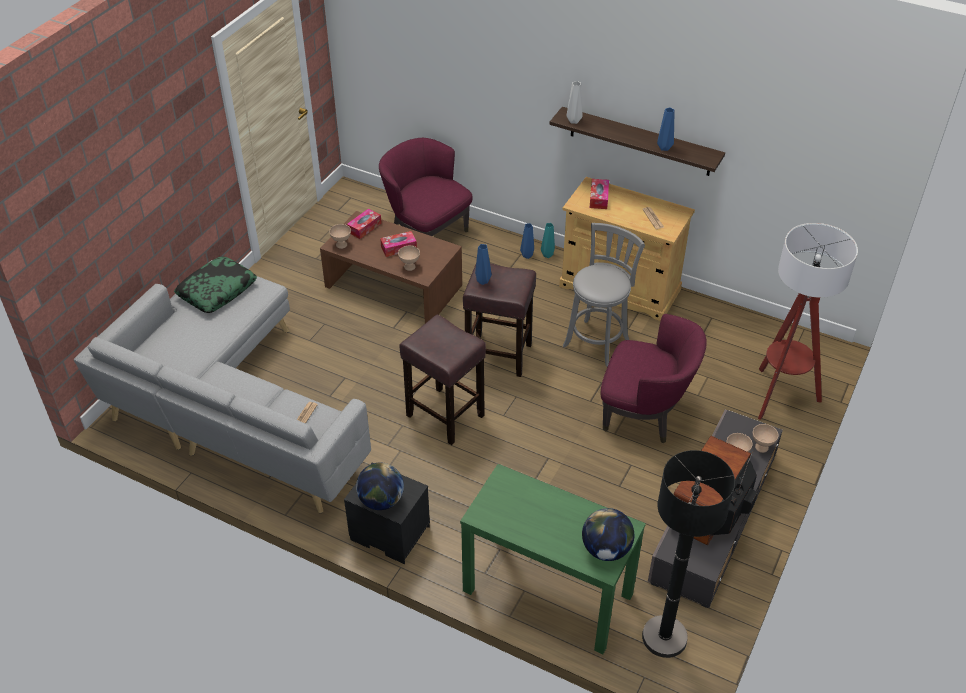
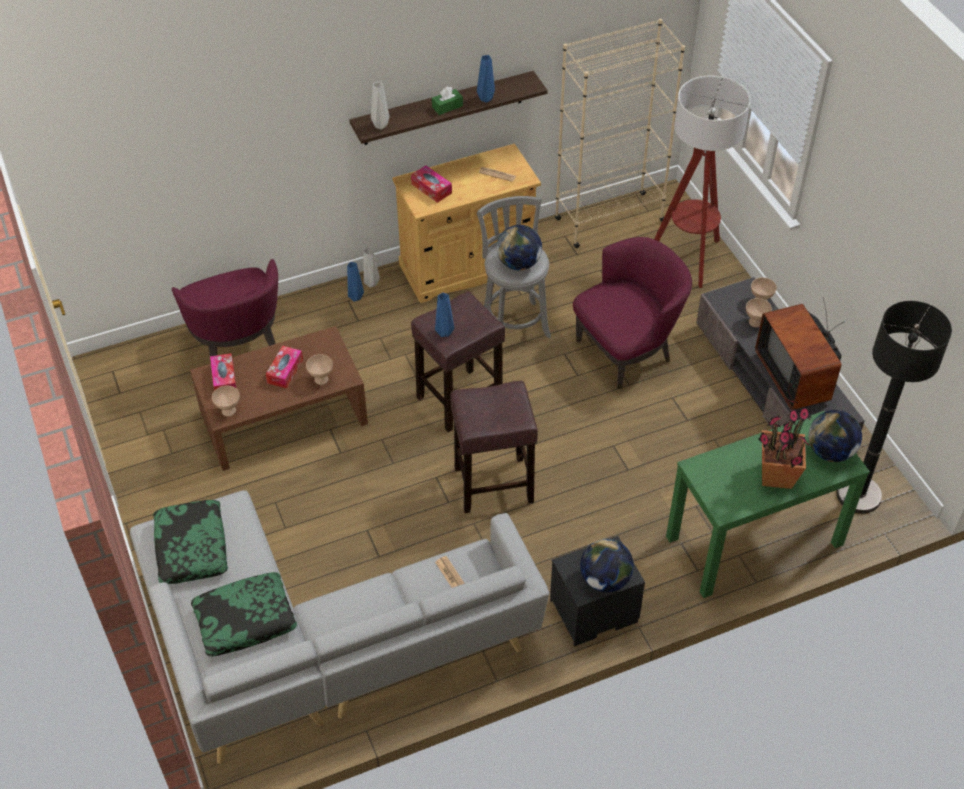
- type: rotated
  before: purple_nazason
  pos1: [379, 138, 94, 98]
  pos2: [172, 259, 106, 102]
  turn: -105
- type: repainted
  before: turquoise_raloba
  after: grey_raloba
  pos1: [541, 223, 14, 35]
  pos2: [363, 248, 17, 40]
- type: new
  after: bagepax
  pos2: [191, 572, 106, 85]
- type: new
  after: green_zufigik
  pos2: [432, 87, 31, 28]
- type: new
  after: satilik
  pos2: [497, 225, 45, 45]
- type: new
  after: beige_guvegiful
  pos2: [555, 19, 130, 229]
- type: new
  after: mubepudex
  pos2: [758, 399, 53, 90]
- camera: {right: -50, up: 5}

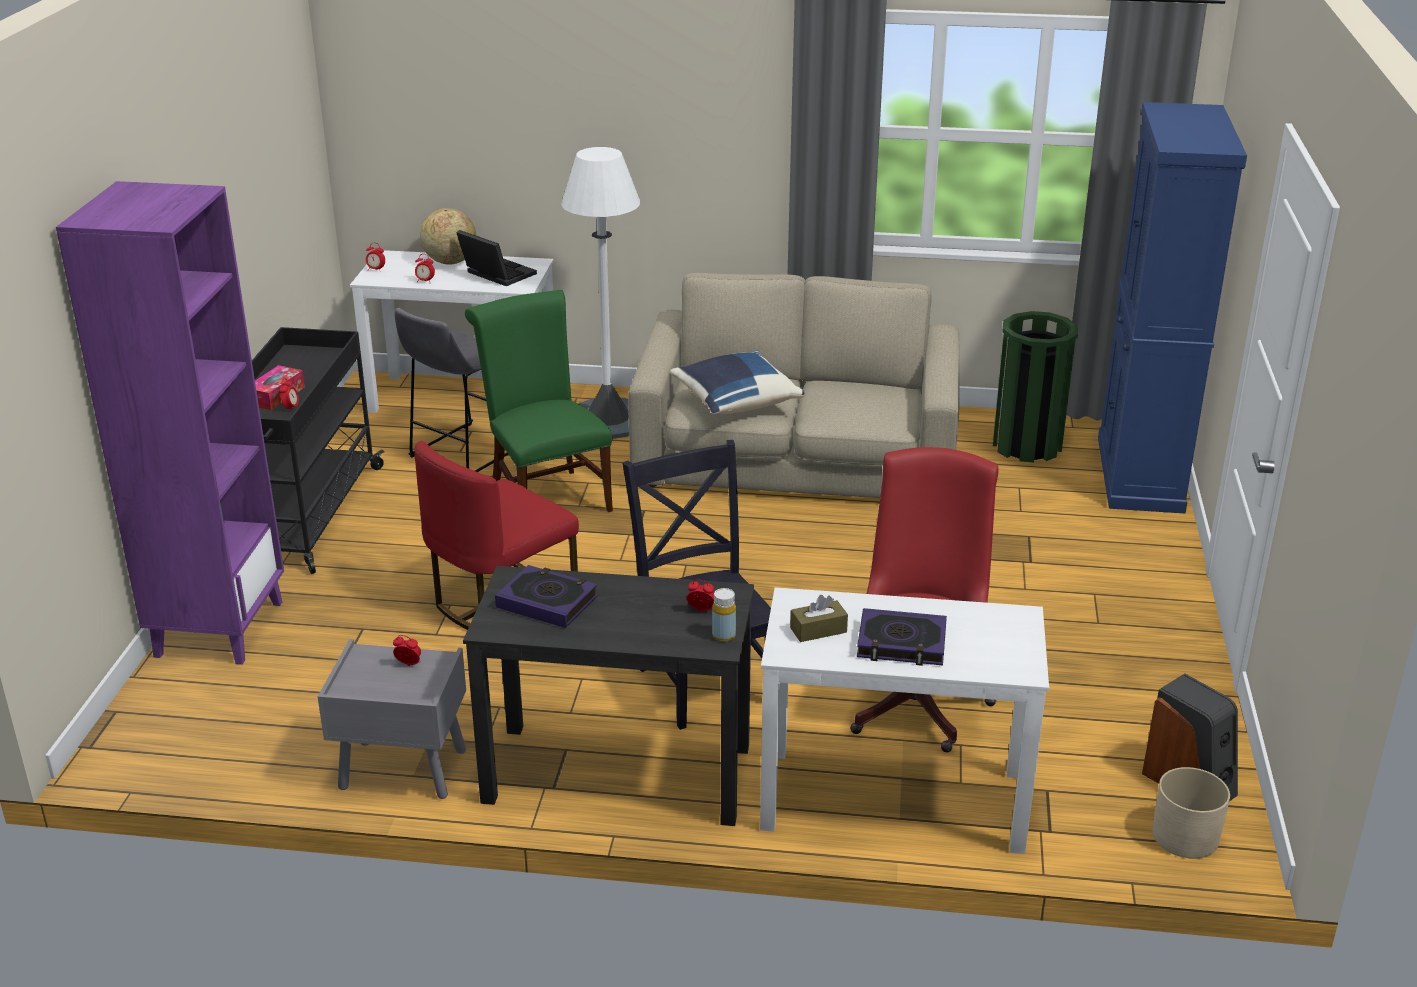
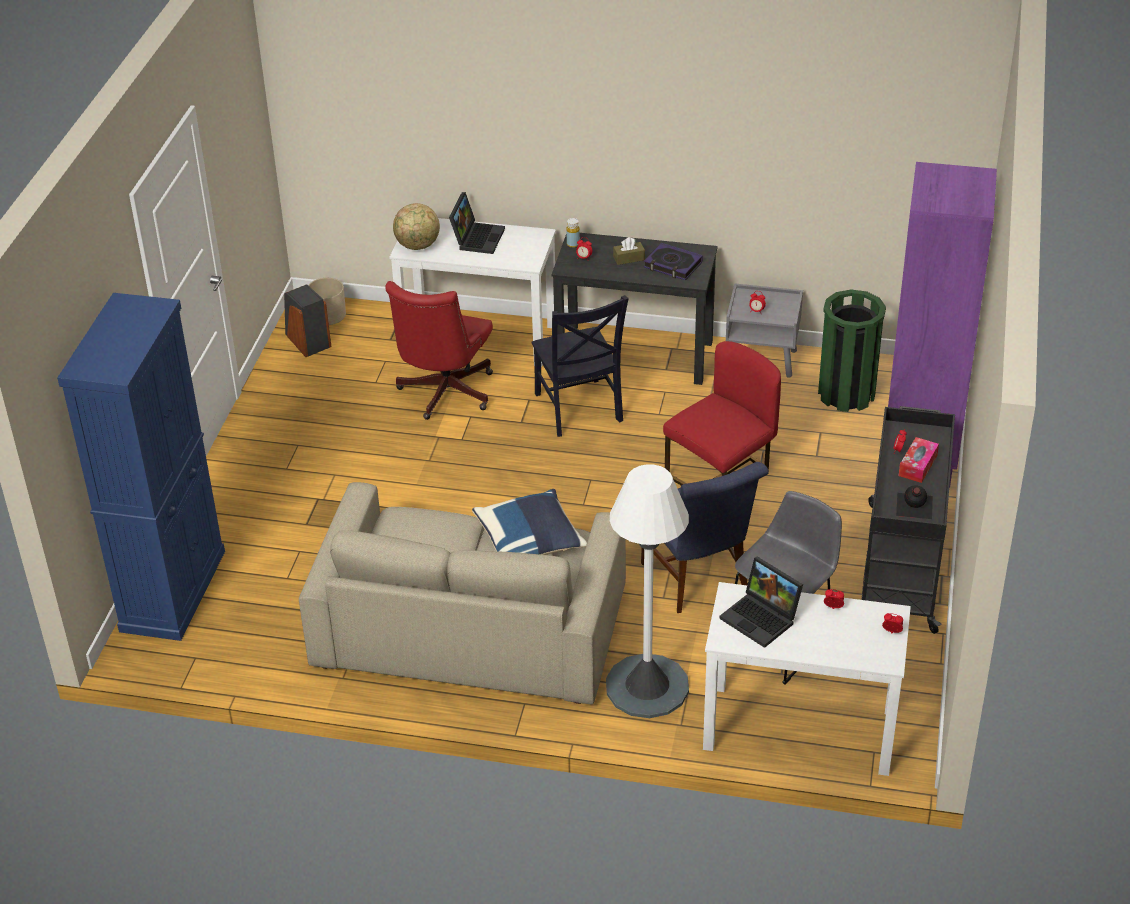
- type: shifted
  before: satilik
  pos1: [420, 208, 56, 57]
  pos2: [393, 203, 47, 47]
- type: repainted
  before: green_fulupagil
  after: blue_fulupagil
  pos1: [465, 290, 148, 222]
  pos2: [641, 462, 128, 151]
- type: shifted
  before: brown_zufigik
  pos1: [790, 595, 58, 47]
  pos2: [613, 237, 32, 28]
- type: swapped
  before: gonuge
  after: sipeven
  pos1: [857, 608, 90, 58]
  pos2: [449, 192, 56, 62]
- type: shifted
  before: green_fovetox
  pos1: [993, 311, 85, 151]
  pos2: [818, 290, 68, 122]
- type: new
  after: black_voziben
  pos2: [896, 485, 37, 34]
- camera: {right: -175, up: 10}

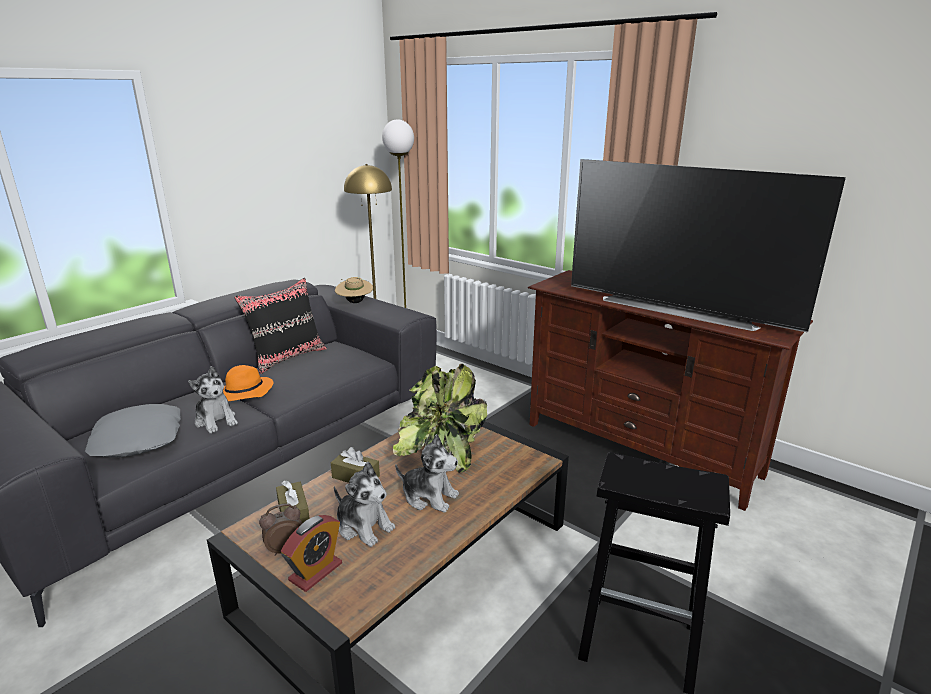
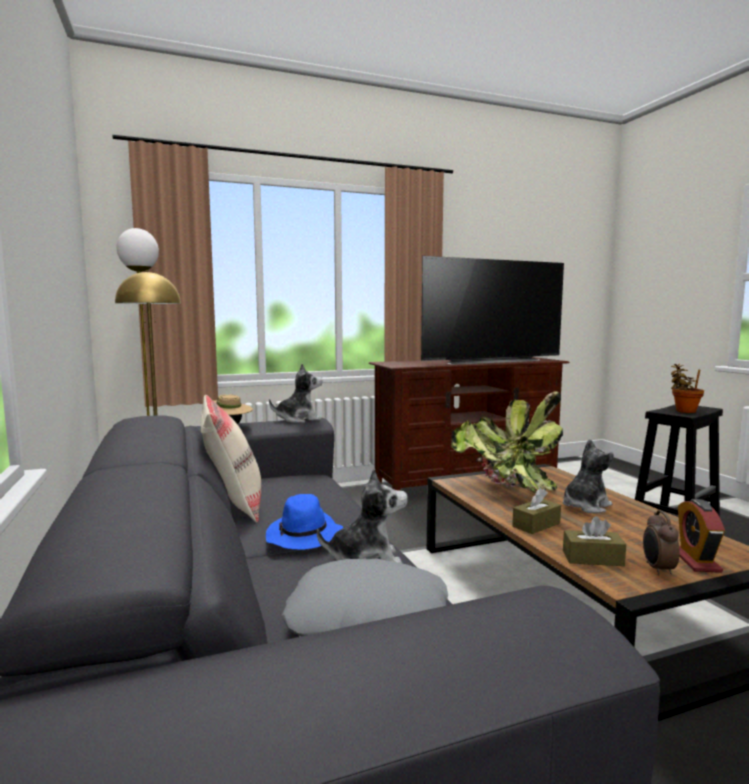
- type: repainted
  before: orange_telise
  after: blue_telise
  pos1: [223, 365, 51, 36]
  pos2: [266, 494, 77, 56]
- type: repainted
  before: black_bagepax
  after: beige_bagepax
  pos1: [234, 278, 93, 96]
  pos2: [200, 395, 61, 128]
- type: rotated
  before: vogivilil
  pos1: [281, 515, 61, 77]
  pos2: [678, 499, 47, 74]
  turn: -150
- type: shifted
  before: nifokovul
  pos1: [334, 462, 61, 85]
  pos2: [269, 364, 54, 59]
- type: new
  after: mubepudex
  pos2: [671, 364, 33, 49]
- camera: {right: -60, up: -15}

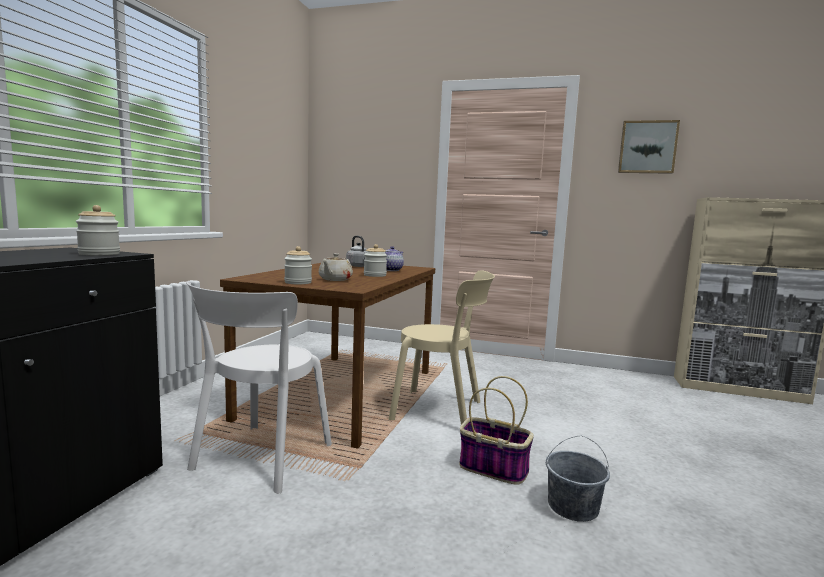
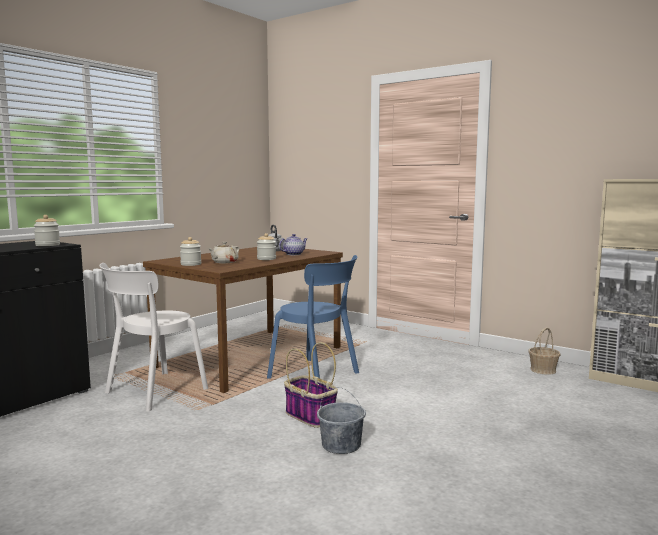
- type: repainted
  before: beige_fulupagil
  after: blue_fulupagil
  pos1: [389, 270, 106, 155]
  pos2: [267, 255, 92, 124]
- type: gone
  before: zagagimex
  pos1: [618, 120, 62, 54]
- type: new
  after: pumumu
  pos2: [528, 327, 33, 48]
- camera: {right: 20, up: 0}

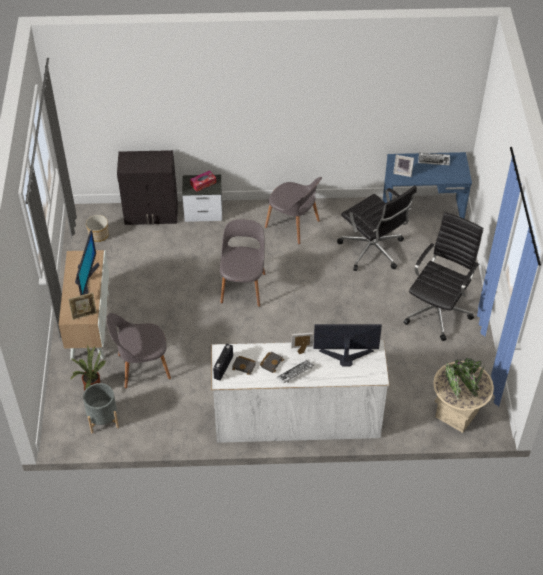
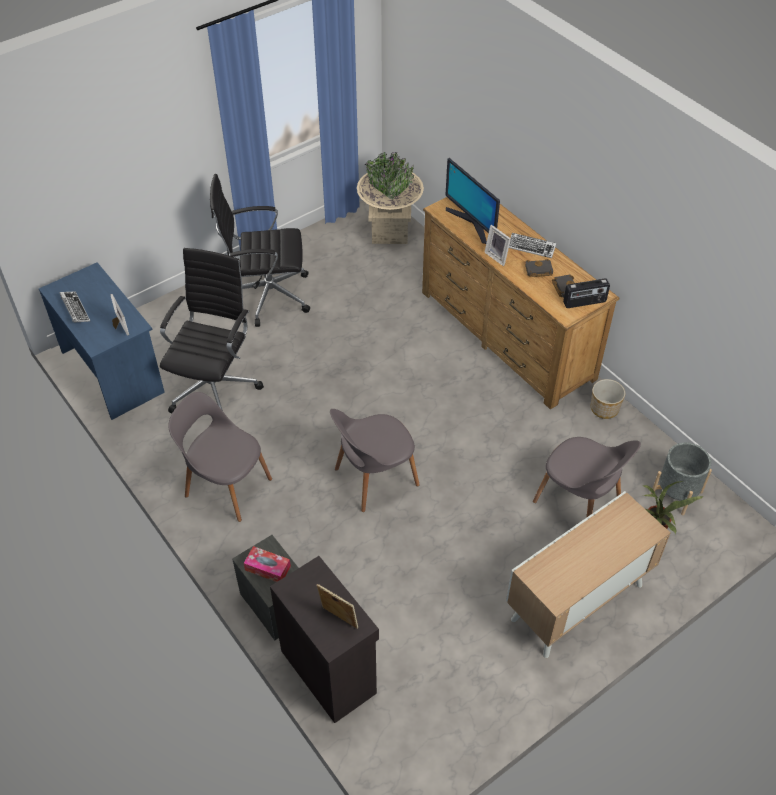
- type: shifted
  before: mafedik
  pos1: [68, 292, 29, 28]
  pos2: [317, 584, 41, 45]
- type: gone
  before: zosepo
  pos1: [75, 230, 24, 65]
- type: shifted
  before: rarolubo
  pos1: [86, 215, 23, 27]
  pos2: [591, 379, 34, 40]
- type: repainted
  before: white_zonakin
  after: brown_zonakin
  pos1: [212, 340, 177, 103]
  pos2: [422, 197, 198, 213]
- type: rotated
  before: grey_fulupagil
  pos1: [265, 177, 57, 67]
  pos2: [168, 392, 104, 130]
  turn: -60
- camera: {right: -125, up: 0}

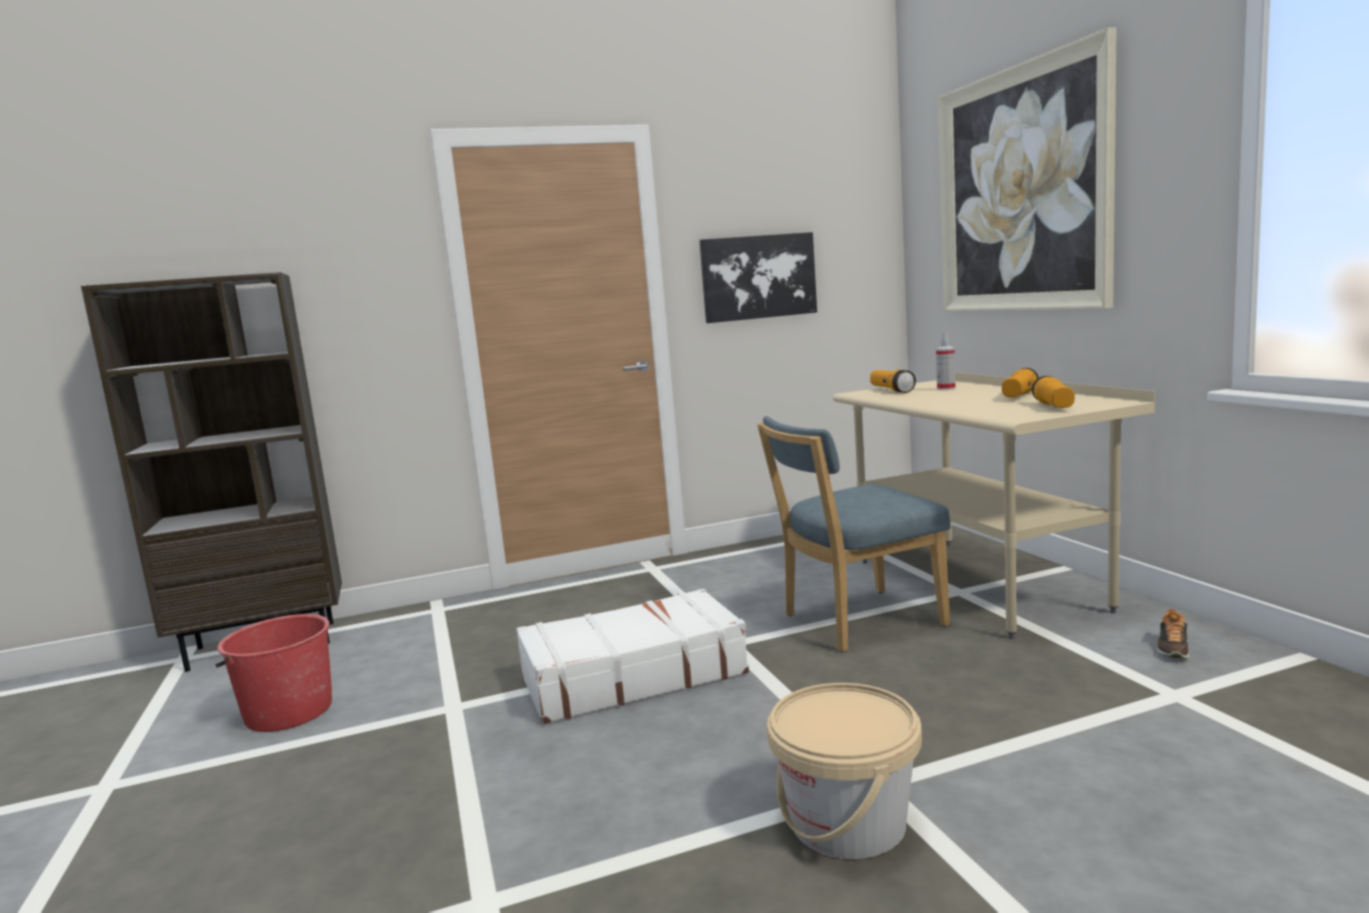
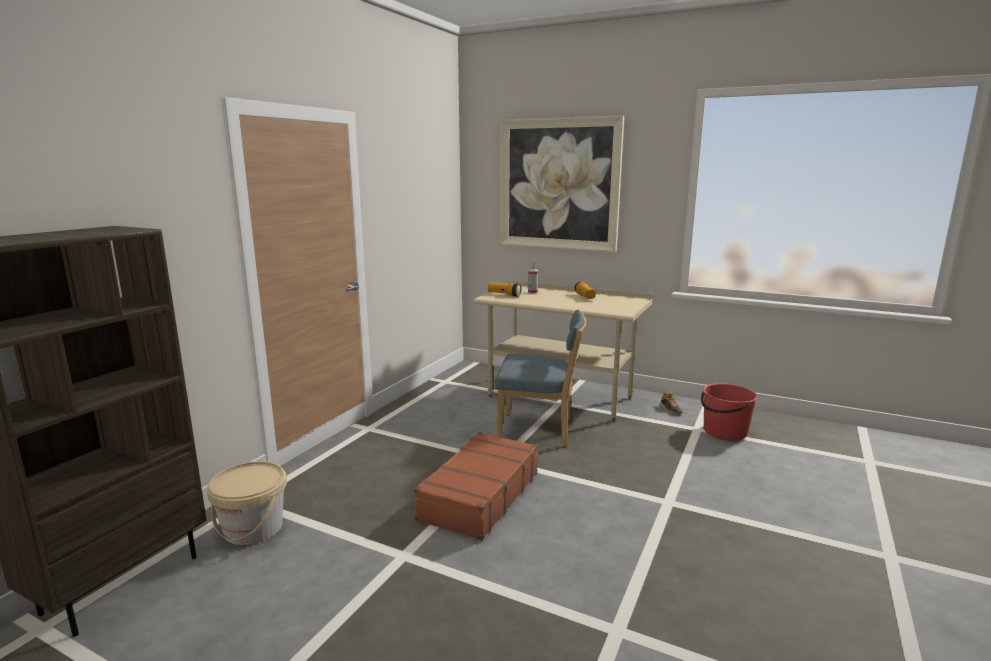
- type: shifted
  before: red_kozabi
  pos1: [215, 614, 117, 118]
  pos2: [701, 383, 57, 58]
- type: repainted
  before: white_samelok
  after: brown_samelok
  pos1: [516, 588, 233, 136]
  pos2: [414, 432, 124, 108]
- type: gone
  before: zagagimex
  pos1: [700, 232, 117, 91]
- type: rotated
  before: blue_fulupagil
  pos1: [757, 416, 194, 236]
  pos2: [495, 309, 91, 137]
  turn: -105
- type: shifted
  before: beige_kozabi
  pos1: [767, 683, 155, 176]
  pos2: [207, 461, 80, 84]
- type: gone
  before: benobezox
  pos1: [1032, 376, 43, 32]
- camera: {right: -45, up: 5}

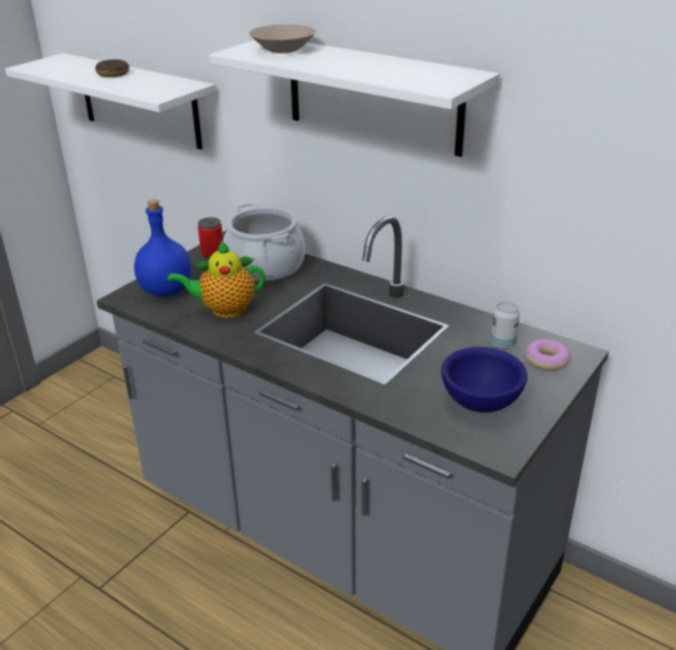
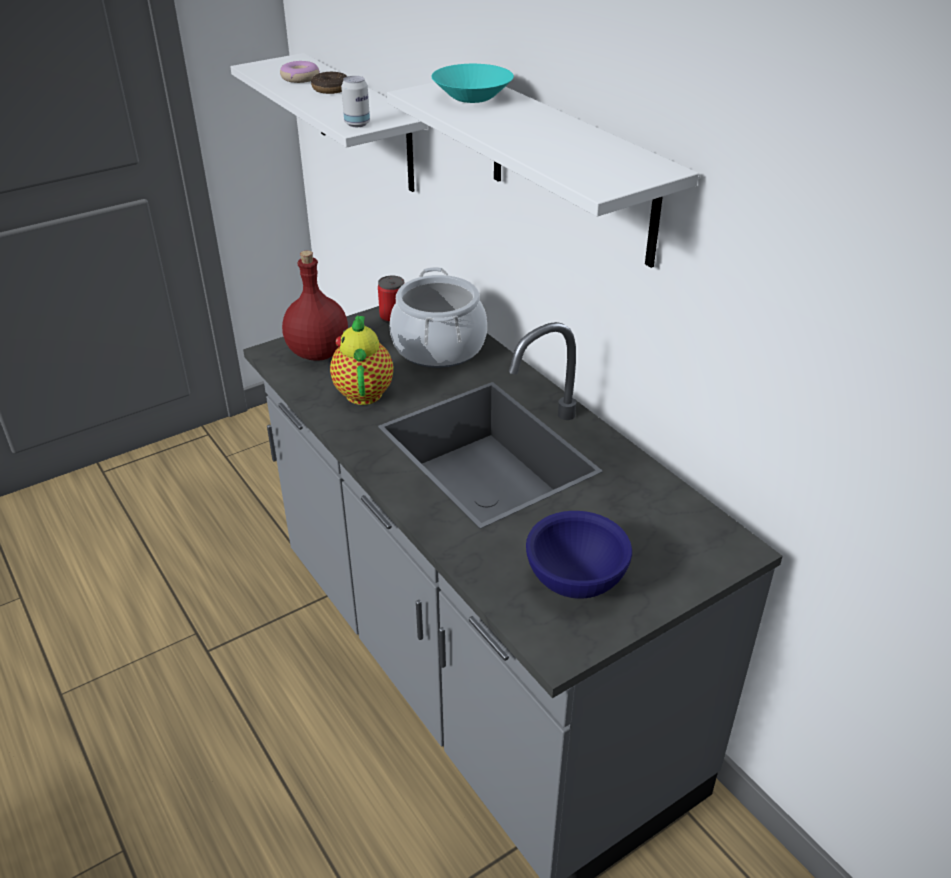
- type: repainted
  before: blue_voziben
  after: red_voziben
  pos1: [134, 199, 57, 97]
  pos2: [282, 251, 66, 110]
- type: rotated
  before: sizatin
  pos1: [168, 241, 97, 77]
  pos2: [330, 315, 64, 90]
  turn: 75
- type: repainted
  before: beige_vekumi
  after: turquoise_vekumi
  pos1: [249, 24, 67, 29]
  pos2: [431, 64, 83, 39]
- type: shifted
  before: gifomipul
  pos1: [491, 302, 29, 47]
  pos2: [341, 76, 29, 51]
- type: shifted
  before: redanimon
  pos1: [525, 339, 45, 32]
  pos2: [280, 61, 40, 22]
- camera: {right: 20, up: 5}

